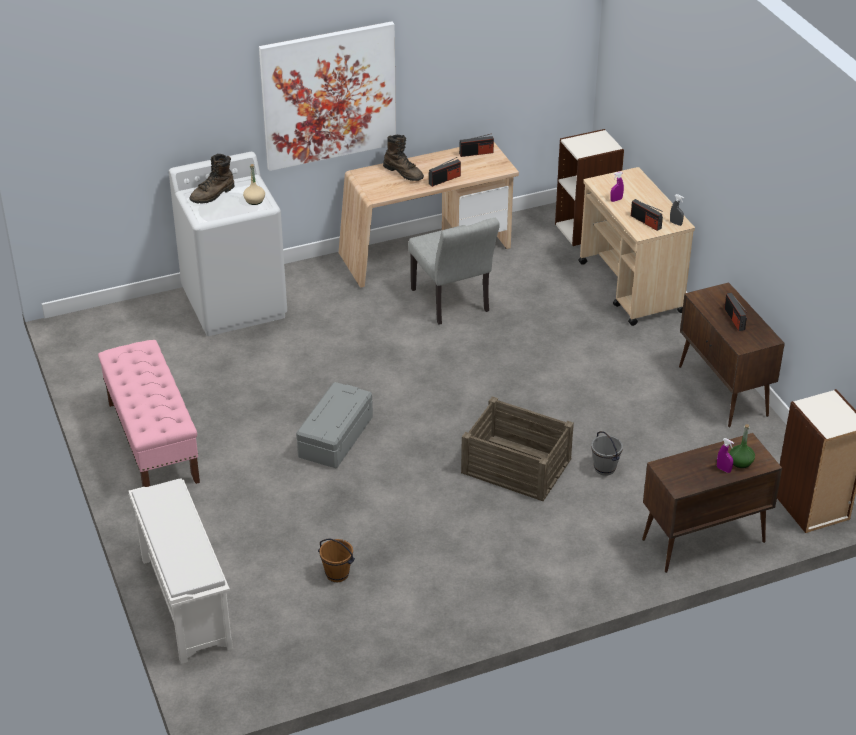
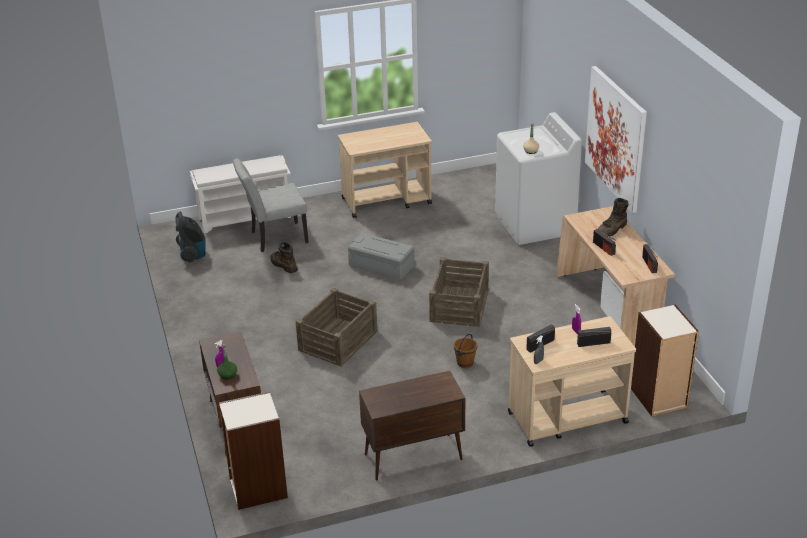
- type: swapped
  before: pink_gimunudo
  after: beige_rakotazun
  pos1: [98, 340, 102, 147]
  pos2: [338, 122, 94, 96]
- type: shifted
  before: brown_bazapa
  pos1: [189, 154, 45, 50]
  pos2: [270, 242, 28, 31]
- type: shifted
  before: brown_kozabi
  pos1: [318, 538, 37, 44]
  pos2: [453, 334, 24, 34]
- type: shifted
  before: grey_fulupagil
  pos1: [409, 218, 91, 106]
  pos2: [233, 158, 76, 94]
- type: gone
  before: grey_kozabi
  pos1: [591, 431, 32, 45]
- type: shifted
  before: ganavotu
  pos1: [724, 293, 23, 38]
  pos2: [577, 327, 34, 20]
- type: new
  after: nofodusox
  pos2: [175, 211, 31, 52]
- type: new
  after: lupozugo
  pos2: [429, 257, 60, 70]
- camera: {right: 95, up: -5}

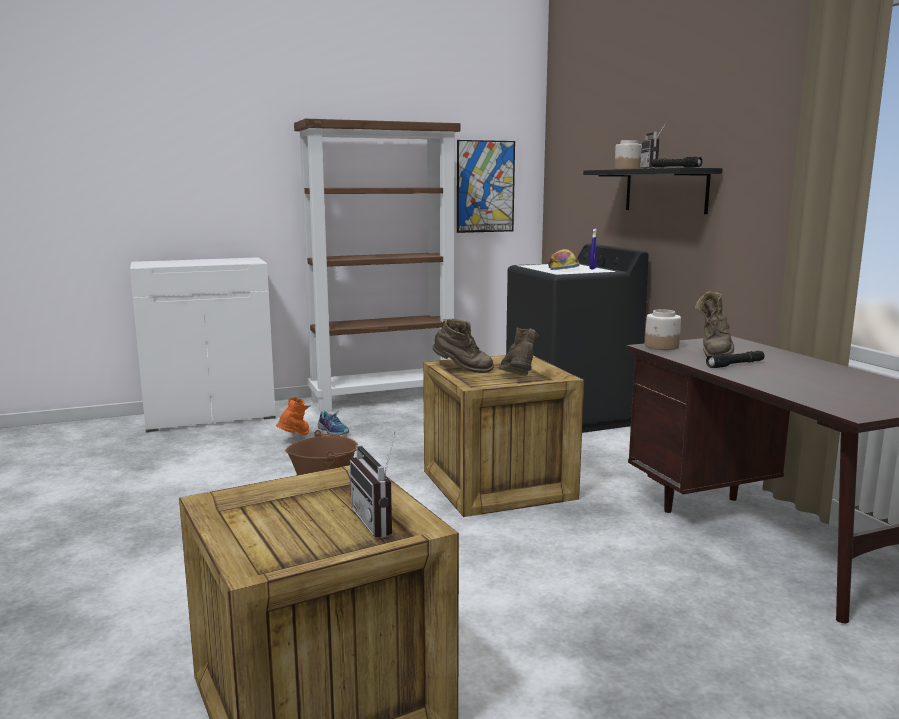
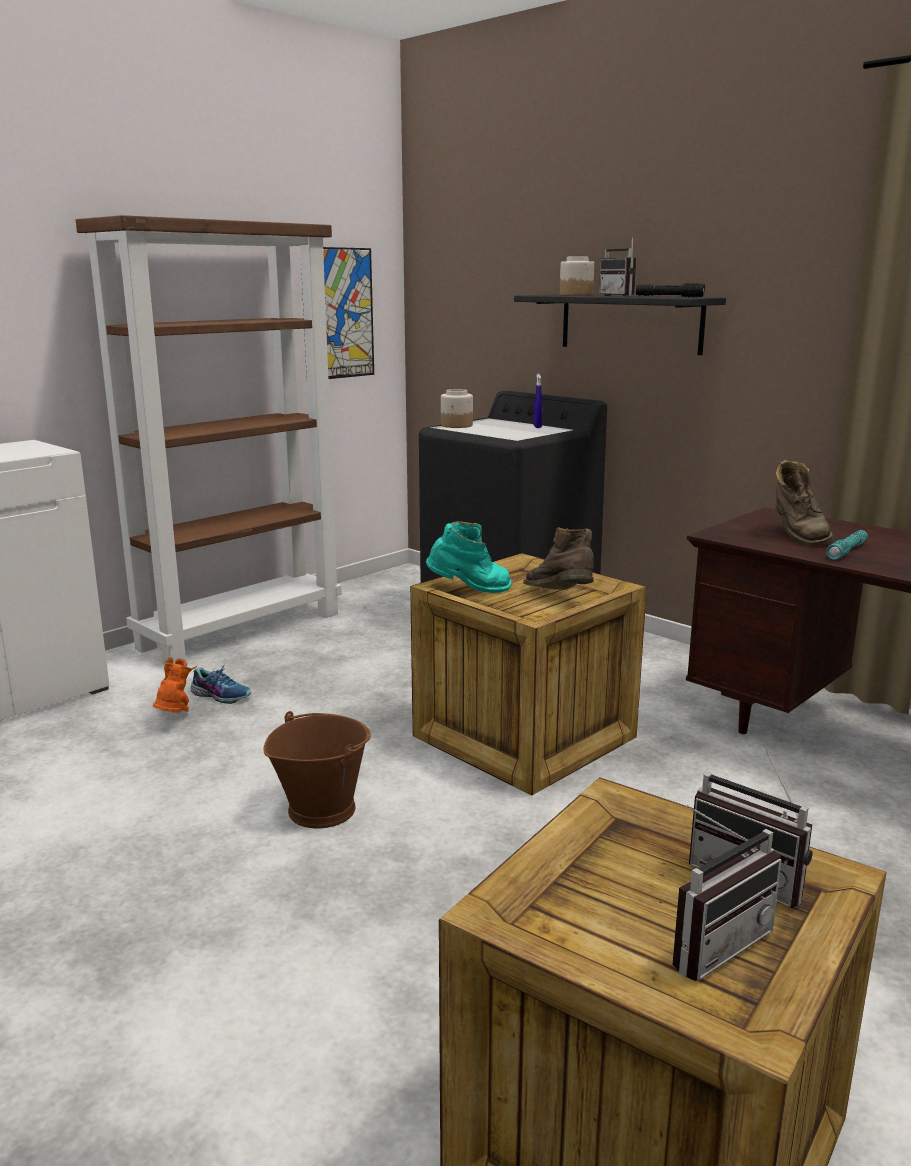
- type: repainted
  before: brown_bazapa
  after: turquoise_bazapa
  pos1: [433, 319, 61, 54]
  pos2: [426, 521, 85, 72]
- type: gone
  before: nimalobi
  pos1: [548, 249, 32, 21]
- type: shifted
  before: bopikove
  pos1: [645, 309, 36, 41]
  pos2: [441, 389, 32, 39]
- type: repainted
  before: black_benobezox
  after: turquoise_benobezox
  pos1: [706, 351, 59, 17]
  pos2: [826, 530, 42, 30]
- type: new
  after: ganavotu
  pos2: [673, 805, 109, 176]
- camera: {right: -25, up: 5}

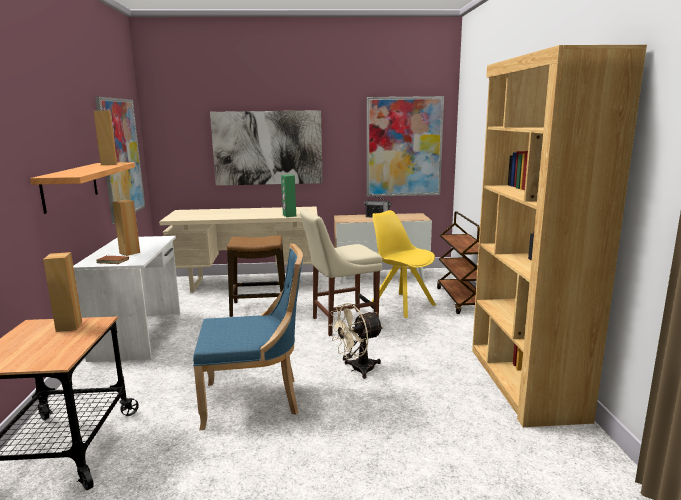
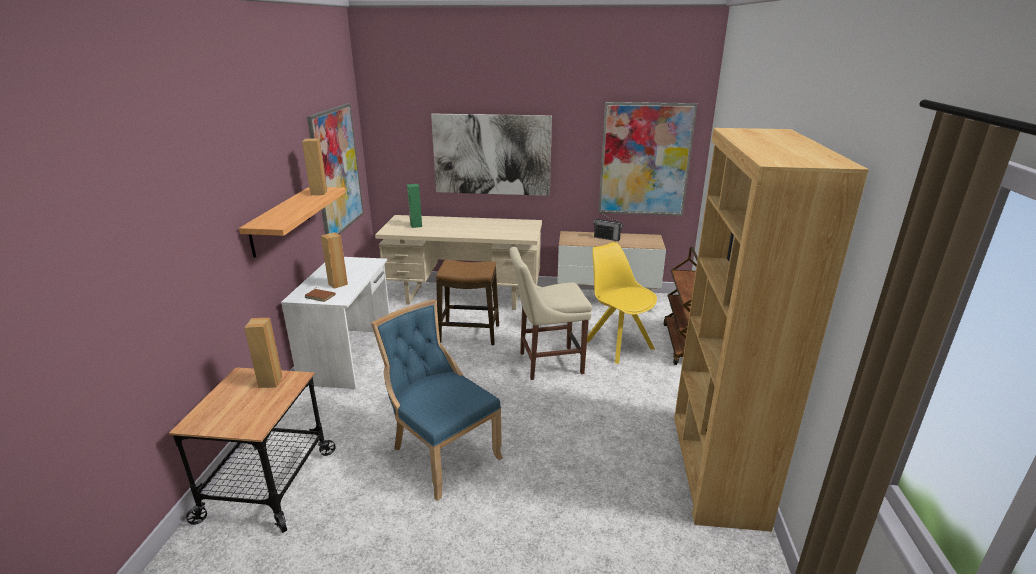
- type: rotated
  before: blue_fulupagil
  pos1: [193, 244, 110, 186]
  pos2: [371, 299, 132, 202]
  turn: -135
- type: shifted
  before: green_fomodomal
  pos1: [281, 175, 15, 42]
  pos2: [407, 184, 15, 44]
- type: gone
  before: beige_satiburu
  pos1: [329, 303, 55, 76]
- camera: {right: 10, up: 10}

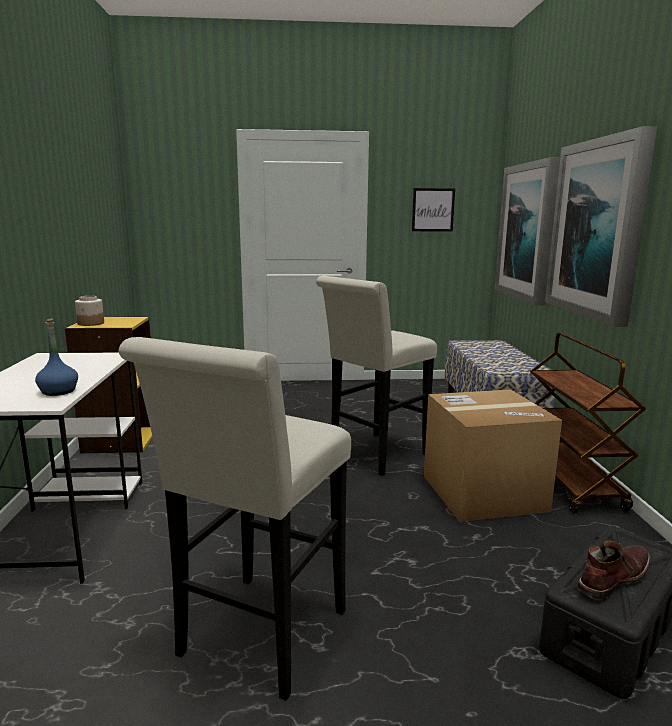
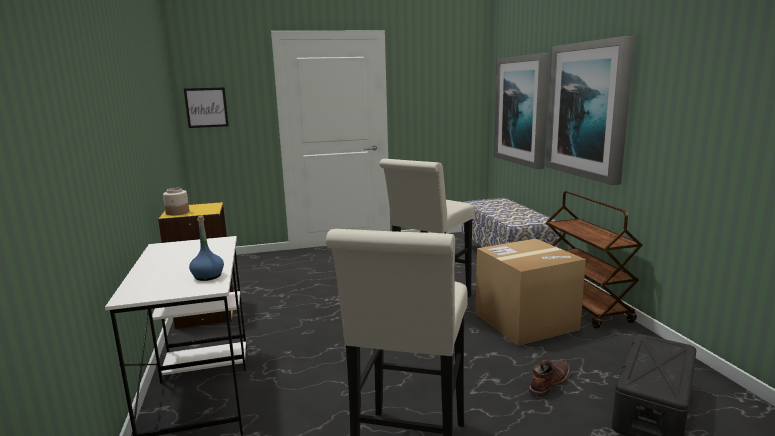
- type: shifted
  before: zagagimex
  pos1: [412, 188, 43, 44]
  pos2: [184, 87, 45, 41]
- type: shifted
  before: brown_bazapa
  pos1: [577, 541, 73, 58]
  pos2: [529, 360, 41, 37]
- camera: {right: -10, up: 0}

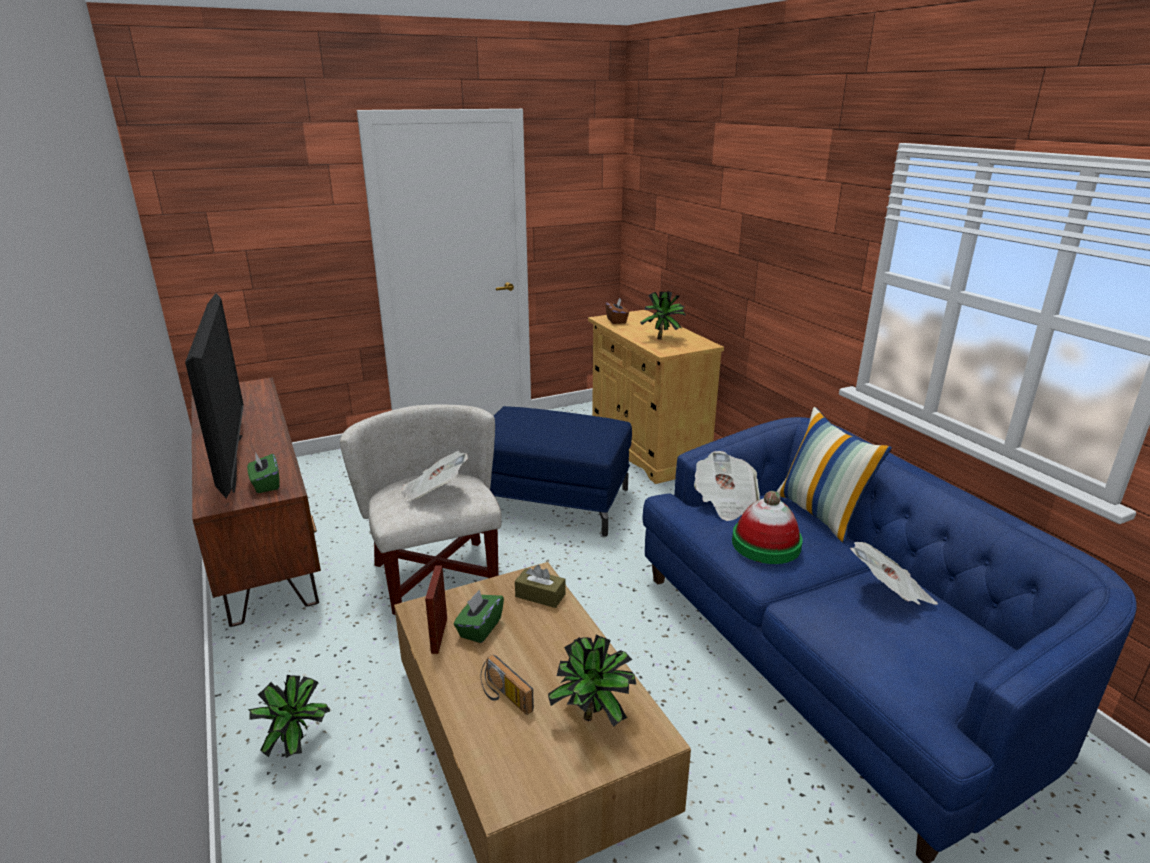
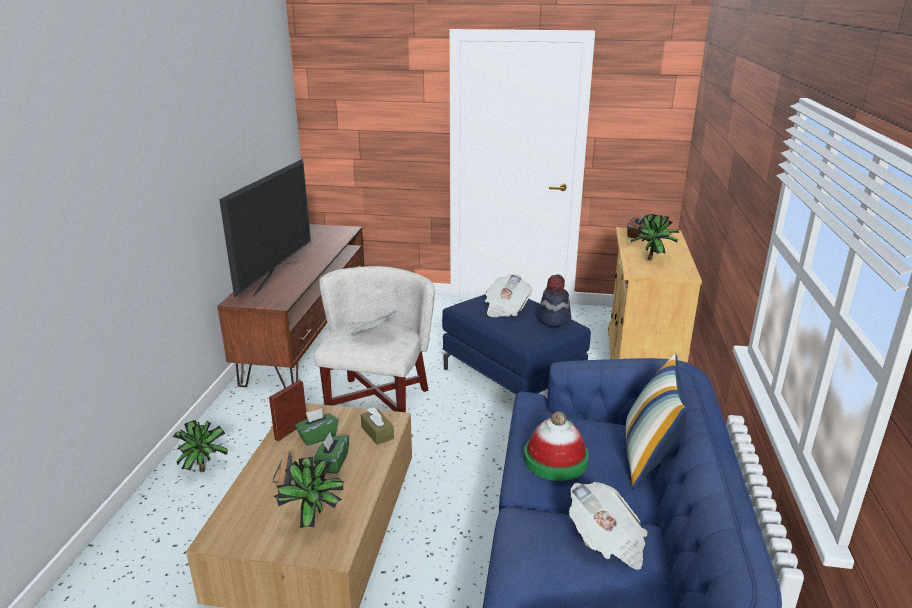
- type: shifted
  before: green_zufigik
  pos1: [247, 452, 32, 41]
  pos2: [313, 433, 36, 41]
- type: shifted
  before: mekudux
  pos1: [694, 451, 66, 70]
  pos2: [485, 274, 47, 43]
- type: new
  after: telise
  pos2: [537, 274, 34, 53]
- camera: {right: 35, up: 0}

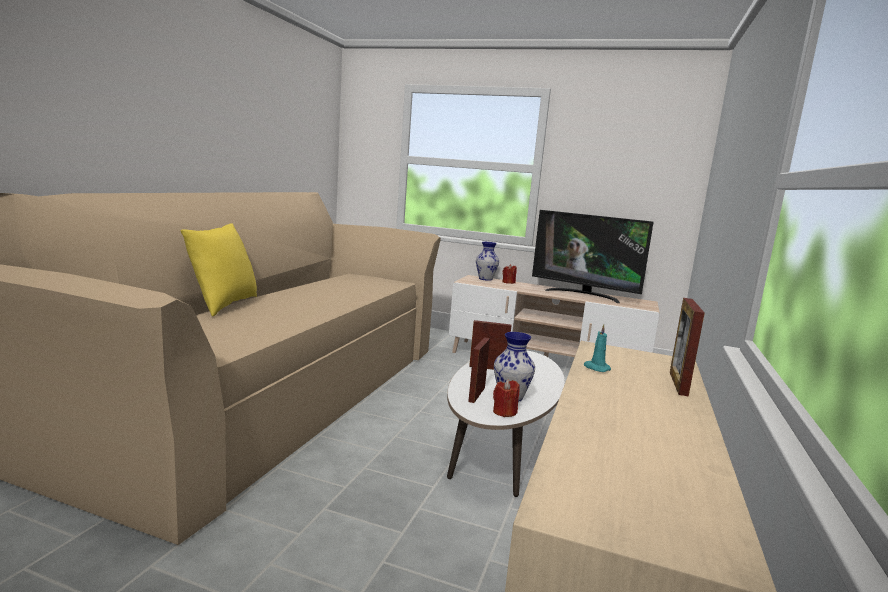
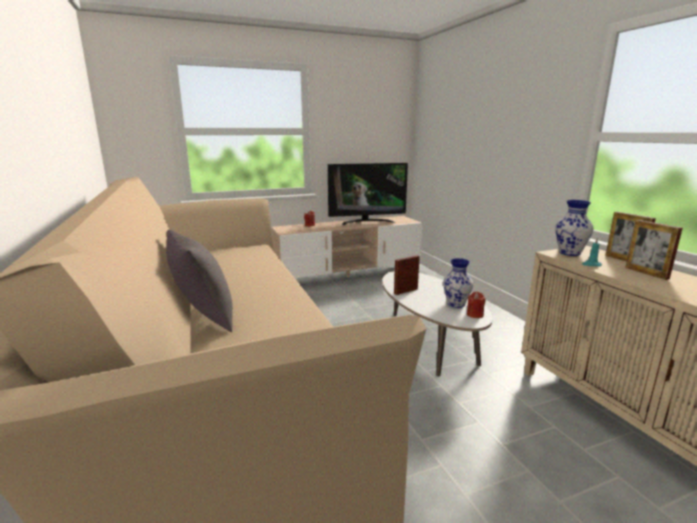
- type: repainted
  before: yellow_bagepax
  after: grey_bagepax
  pos1: [180, 223, 77, 94]
  pos2: [167, 230, 66, 102]
- type: shifted
  before: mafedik
  pos1: [468, 337, 22, 66]
  pos2: [625, 220, 58, 60]
- type: shifted
  before: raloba
  pos1: [476, 242, 23, 39]
  pos2: [555, 200, 38, 56]
- camera: {right: -40, up: 5}

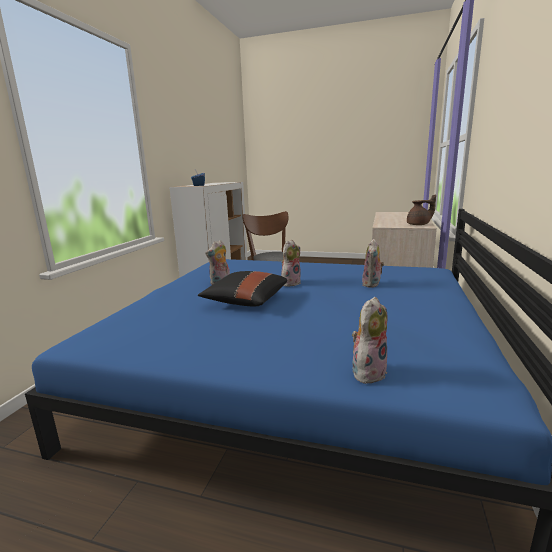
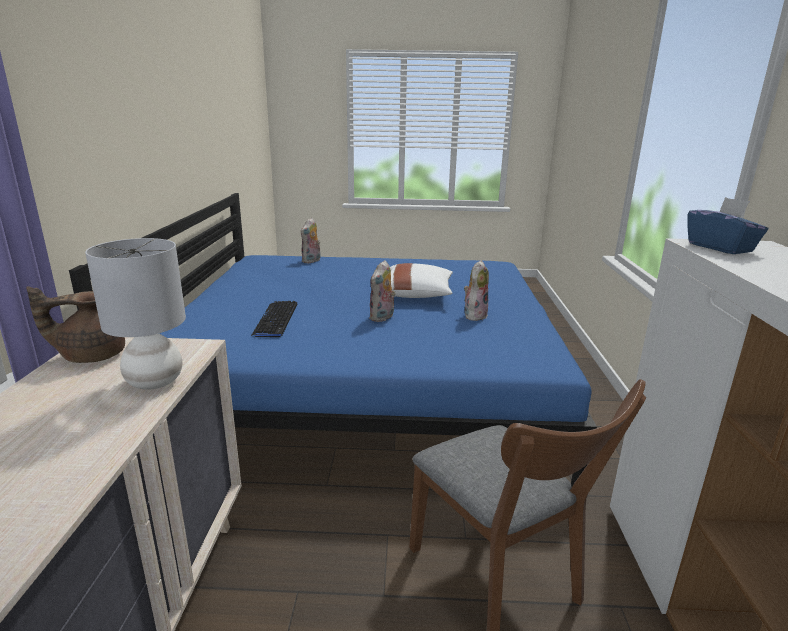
- type: repainted
  before: black_bagepax
  after: white_bagepax
  pos1: [198, 271, 90, 35]
  pos2: [390, 263, 63, 35]
- type: swapped
  before: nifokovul
  after: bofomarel
  pos1: [362, 239, 22, 49]
  pos2: [251, 301, 46, 36]
- type: new
  after: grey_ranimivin
  pos2: [85, 238, 101, 152]
- camera: {right: 165, up: 5}

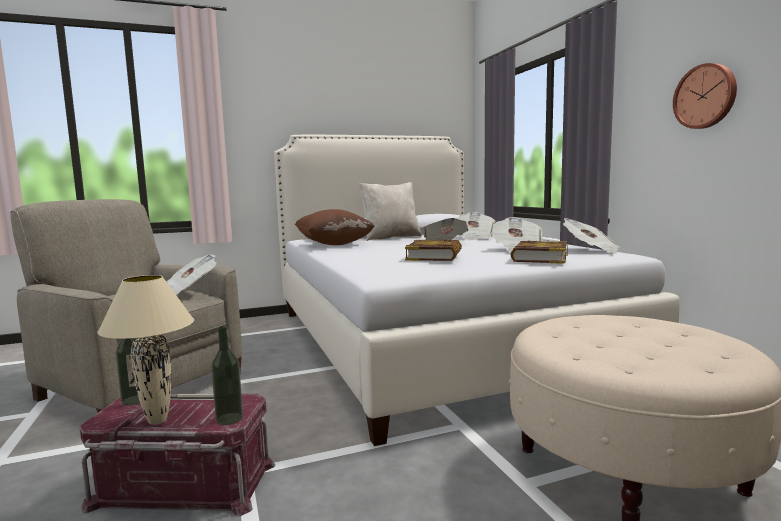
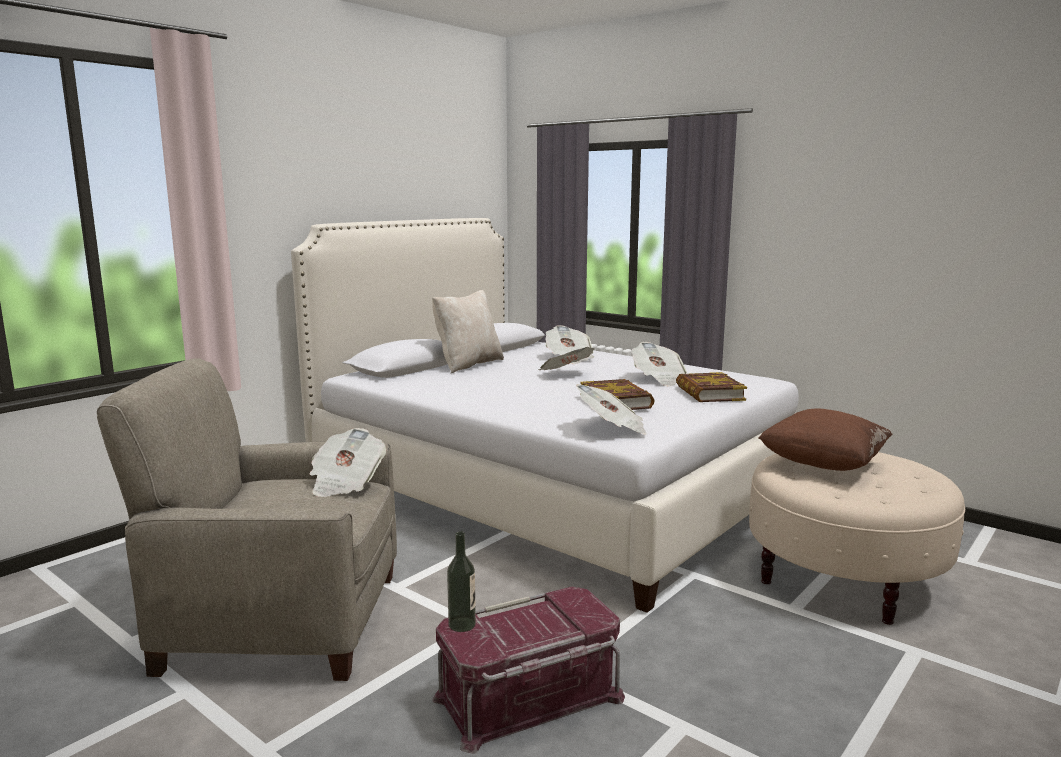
- type: gone
  before: beige_ranimivin
  pos1: [97, 275, 97, 150]
- type: gone
  before: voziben
  pos1: [211, 326, 32, 99]
- type: shifted
  before: brown_bagepax
  pos1: [295, 209, 80, 36]
  pos2: [758, 409, 134, 62]
- type: shifted
  before: mekudux
  pos1: [563, 218, 57, 36]
  pos2: [576, 384, 71, 51]
- type: gone
  before: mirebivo
  pos1: [673, 63, 64, 66]
- camera: {right: -30, up: 5}

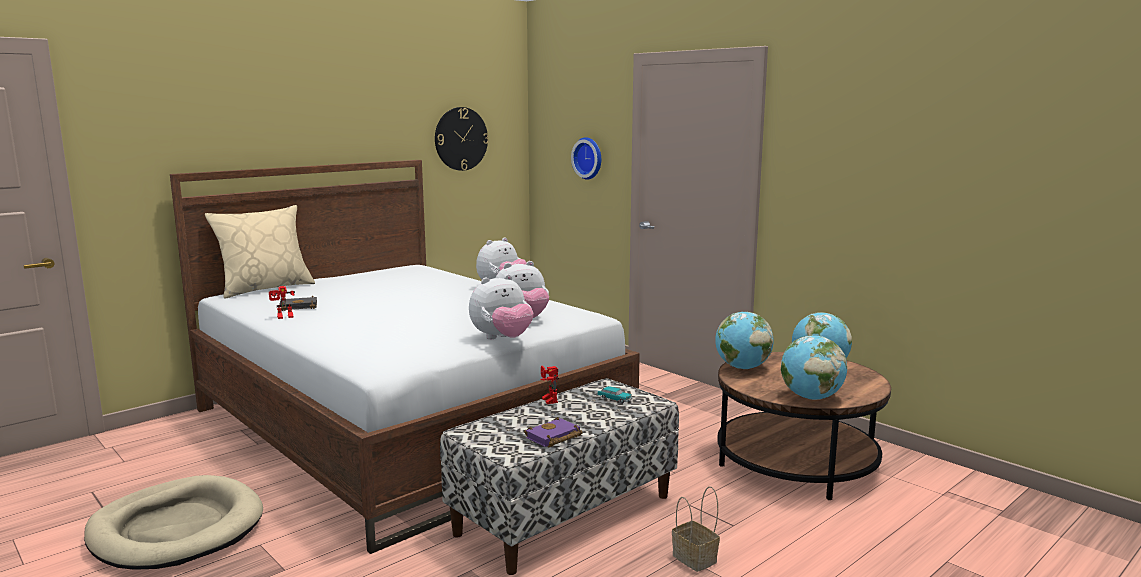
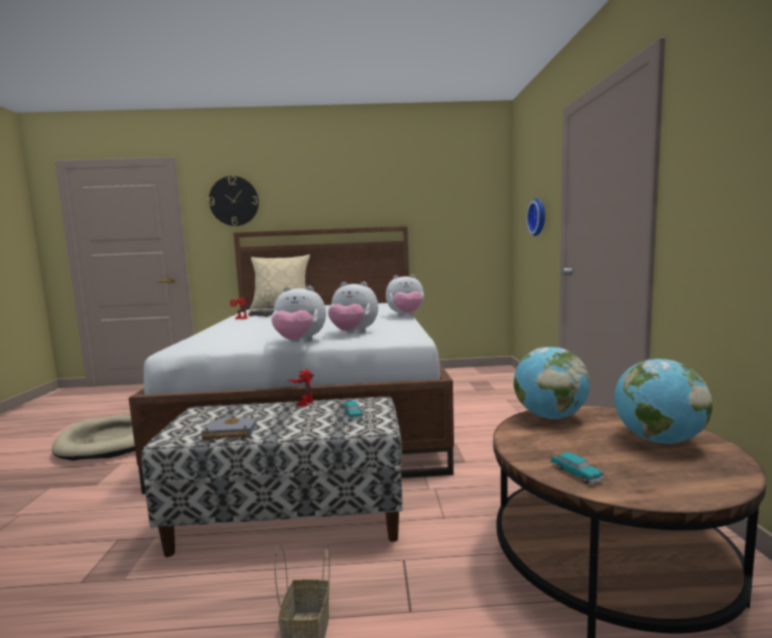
- type: shifted
  before: mirebivo
  pos1: [435, 107, 54, 64]
  pos2: [209, 176, 50, 50]
- type: repainted
  before: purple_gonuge
  after: grey_gonuge
  pos1: [524, 417, 58, 30]
  pos2: [201, 415, 57, 25]
- type: swapped
  before: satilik
  after: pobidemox
  pos1: [781, 335, 66, 65]
  pos2: [550, 452, 55, 32]
- camera: {right: 40, up: -5}

